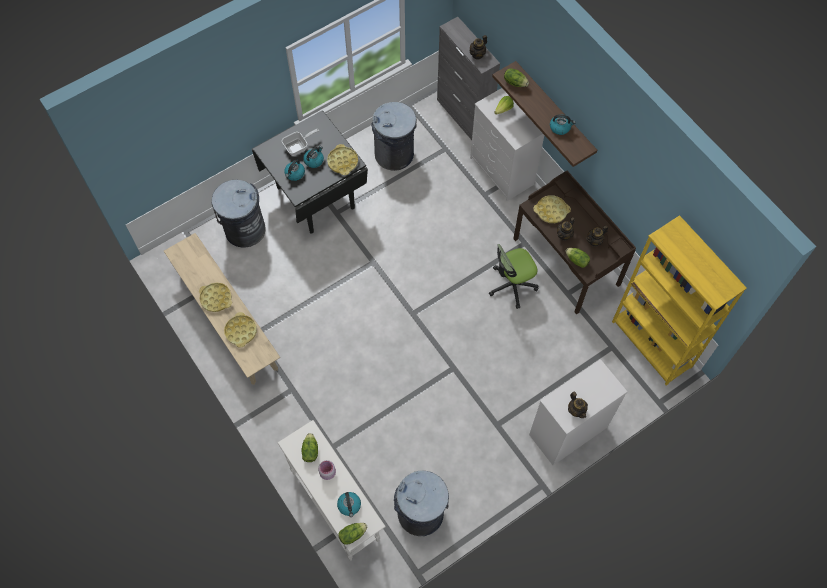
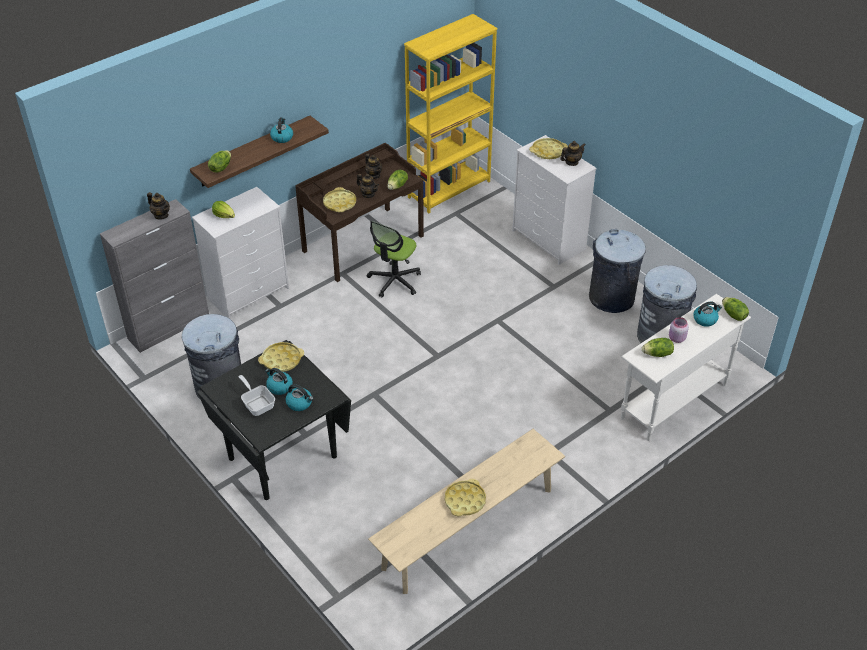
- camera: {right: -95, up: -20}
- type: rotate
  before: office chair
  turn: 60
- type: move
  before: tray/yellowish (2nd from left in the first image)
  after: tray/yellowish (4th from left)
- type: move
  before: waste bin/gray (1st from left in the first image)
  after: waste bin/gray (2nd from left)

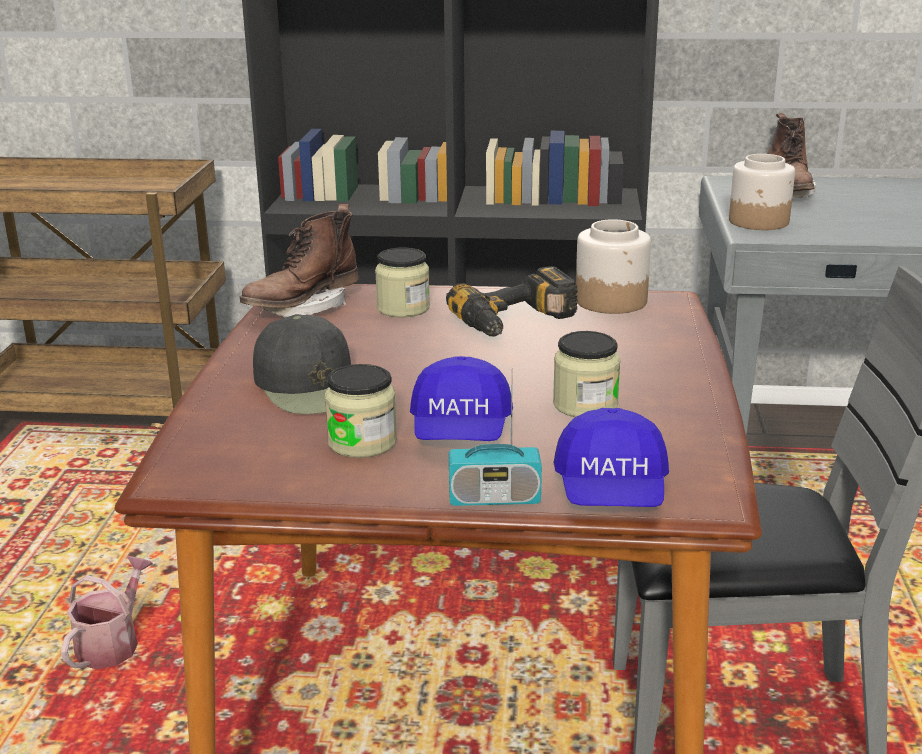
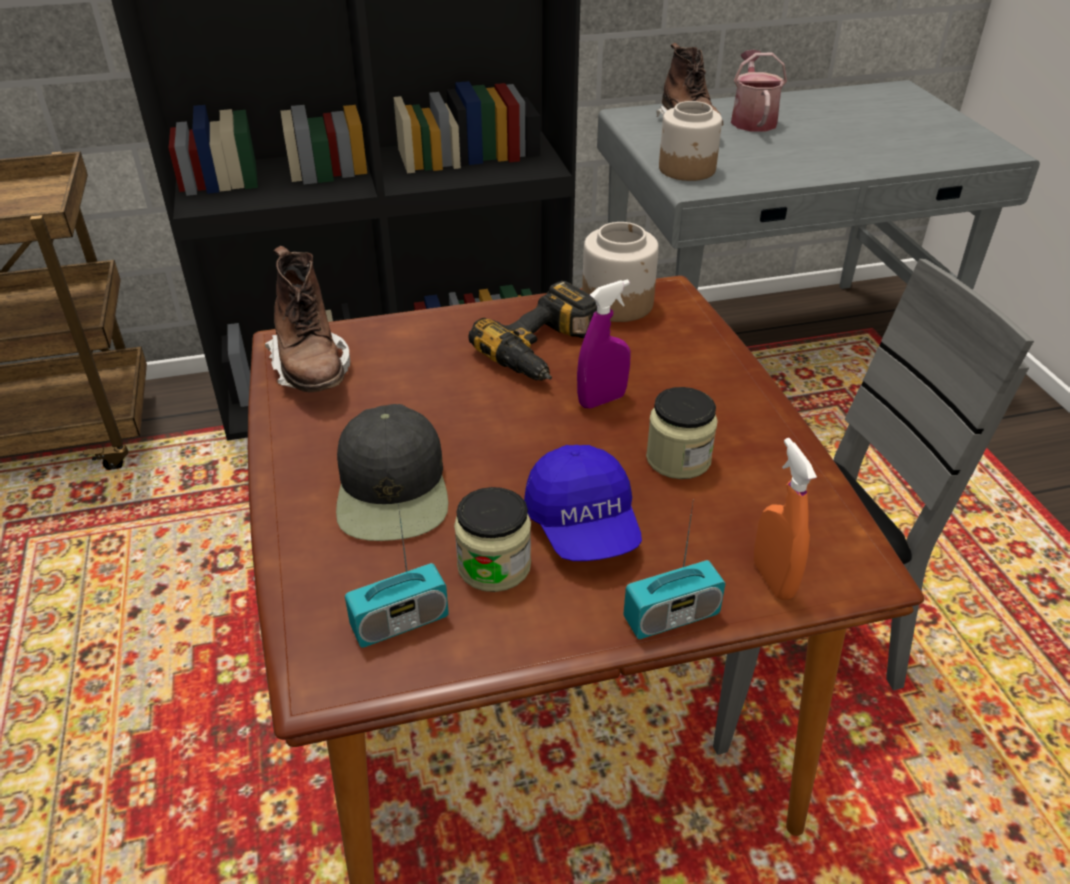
- camera: {right: -20, up: 15}
- type: rotate
  before: boot/brownish (1st from left)
  turn: -45
- type: rotate
  before: cap/black-coloured
  turn: 45
- type: insert
  after: radio set (1st from left)
- type: insert
  after: hand sprayer/purplish
- type: move
  before: sprinkling can
- type: replace
  before: cap/blue-coloured (2nd from left)
  after: hand sprayer/orange-coloured
- type: delete
  before: jar (2nd from left)

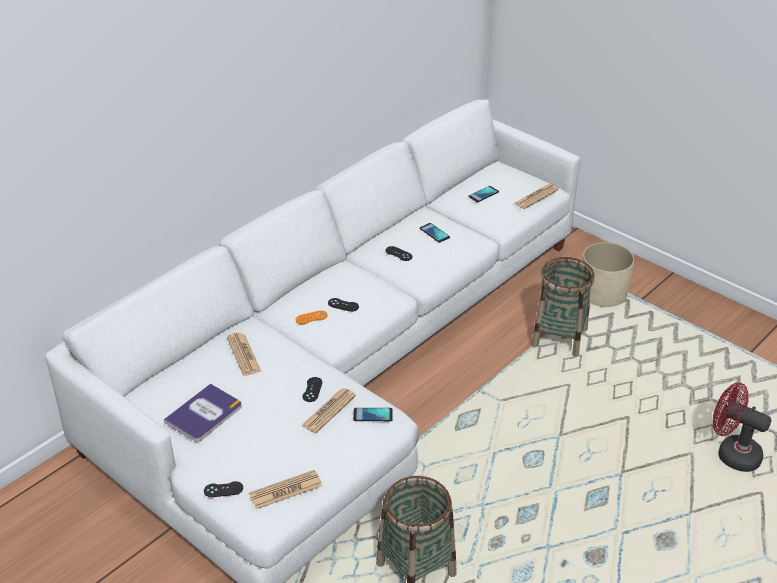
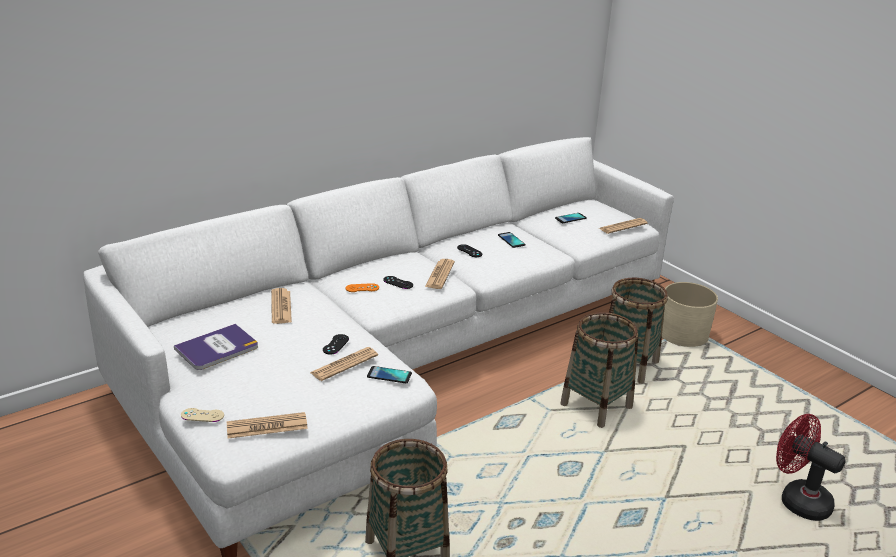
- camera: {right: 10, up: -10}
- type: recolor
  before: gamepad/black-coloured (1st from left)
  after: gamepad/beige-coloured
- type: insert
  after: daily paper (4th from left)
- type: insert
  after: household basket (2nd from left)

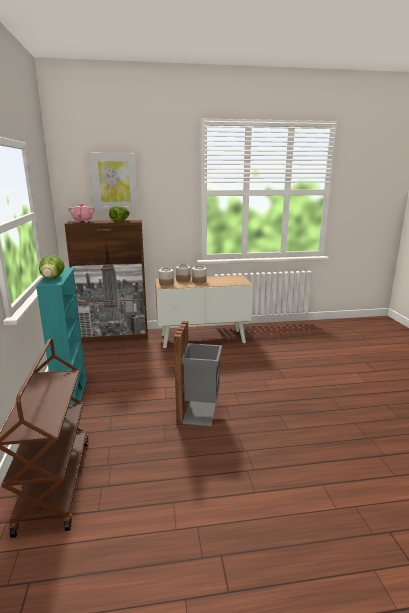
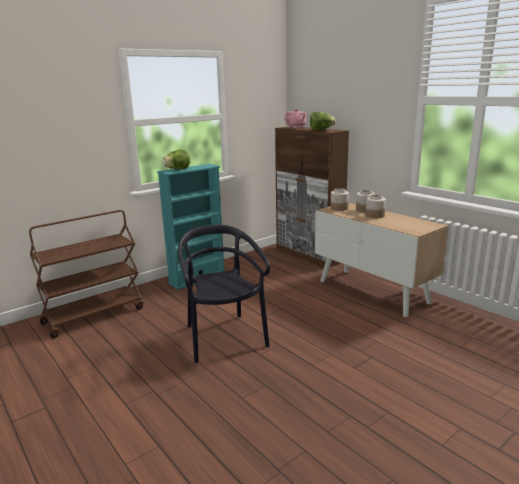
- camera: {right: 60, up: 0}
- type: replace
  before: waste bin/gray
  after: upright chair/black-coloured
- type: delete
  before: wall art

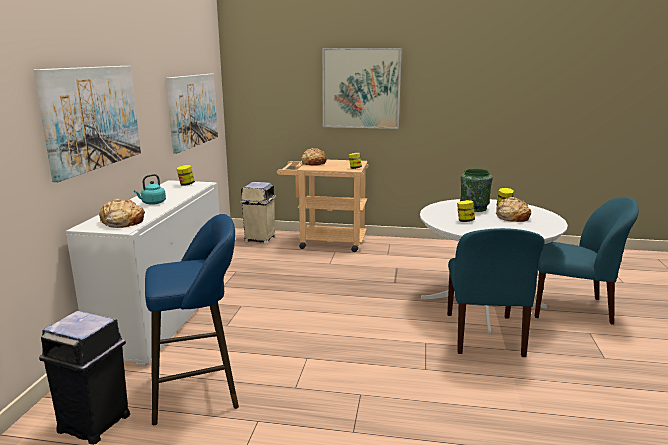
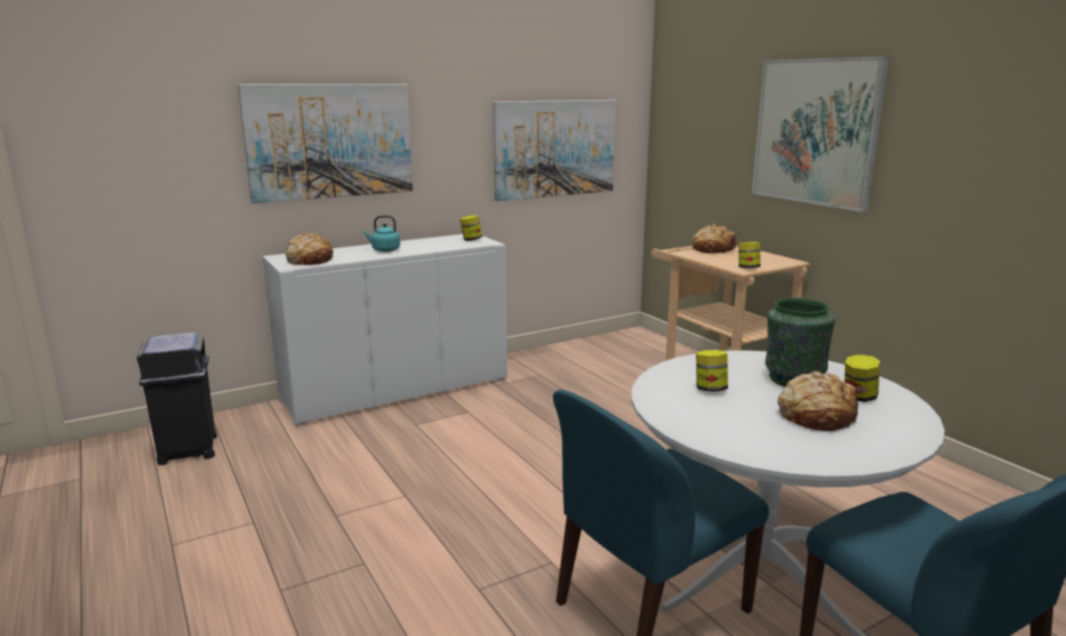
- camera: {right: 50, up: 0}
- type: delete
  before: stool seat/blue-coloured
- type: delete
  before: waste bin/beige-coloured

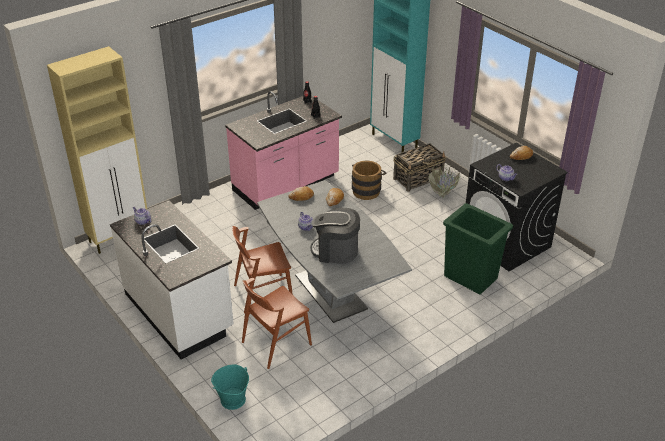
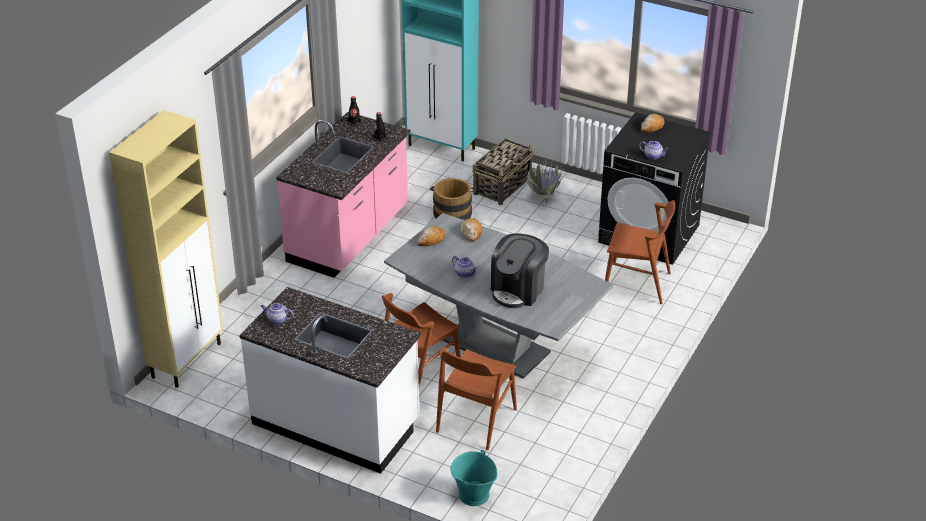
- camera: {right: -25, up: 0}
- type: rotate
  before: coffee brewer
  turn: -45
- type: replace
  before: waste bin/green-coloured
  after: upright chair/brownish (3rd from left)

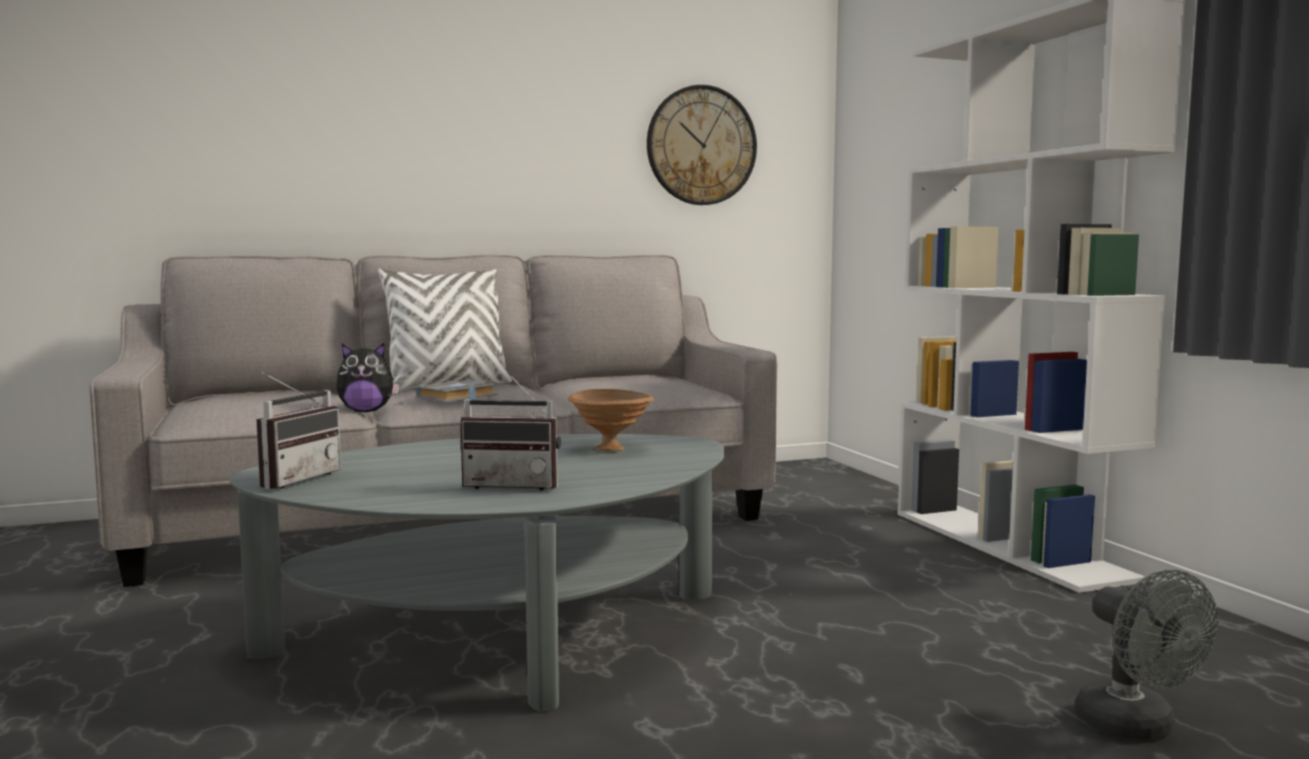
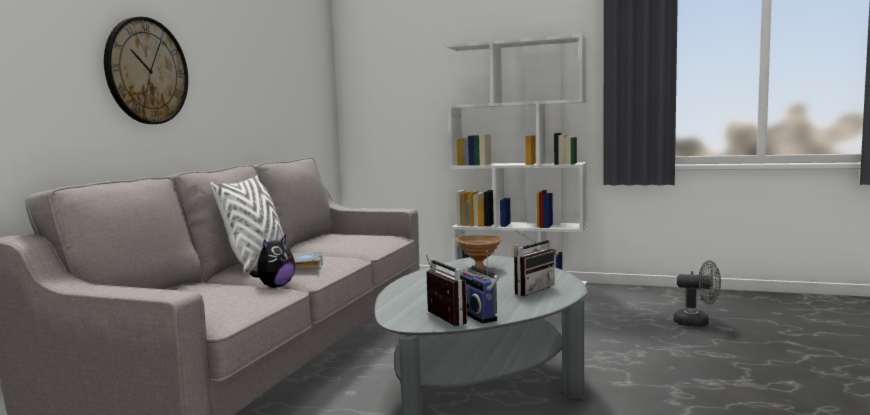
- camera: {right: -50, up: 0}
- type: move
  before: wall clock
- type: insert
  after: radio set (2nd from left)

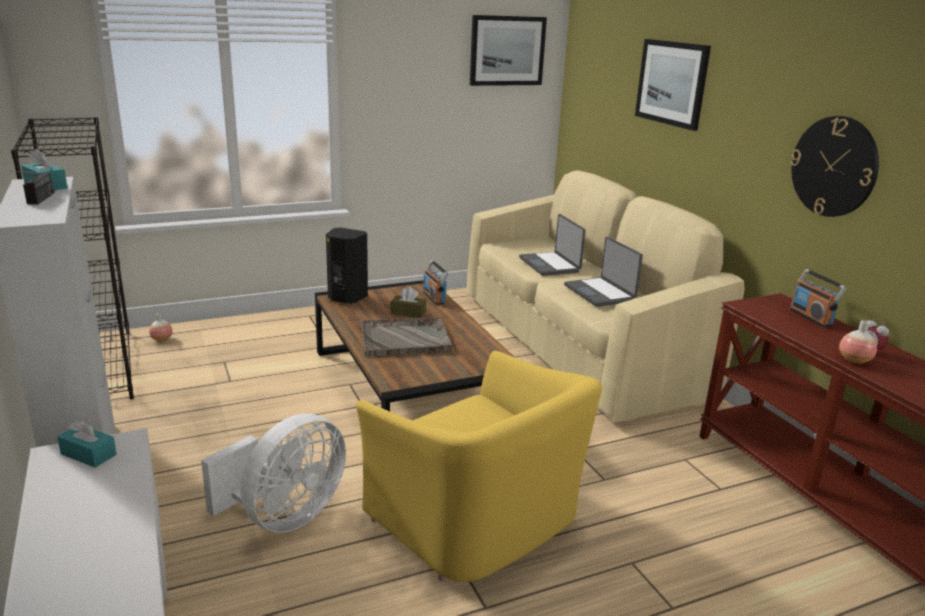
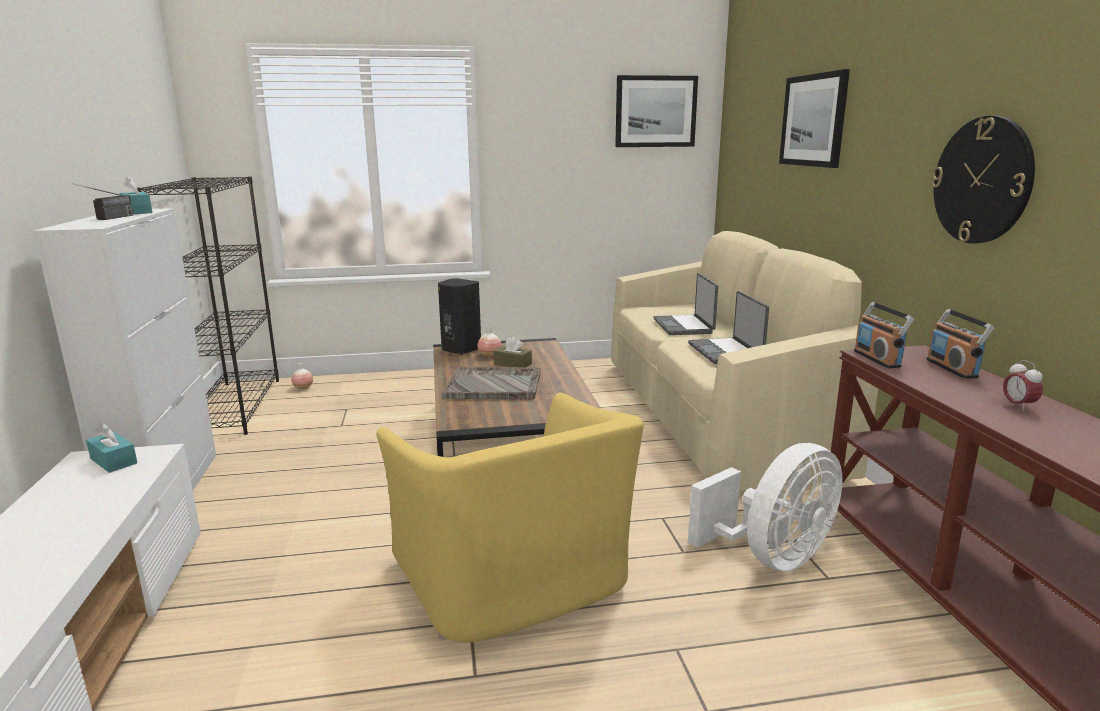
- camera: {right: 15, up: -5}
- type: move
  before: flower vase (2nd from left)
- type: move
  before: cooling fan/white-coloured
- type: move
  before: radio set (2nd from left)

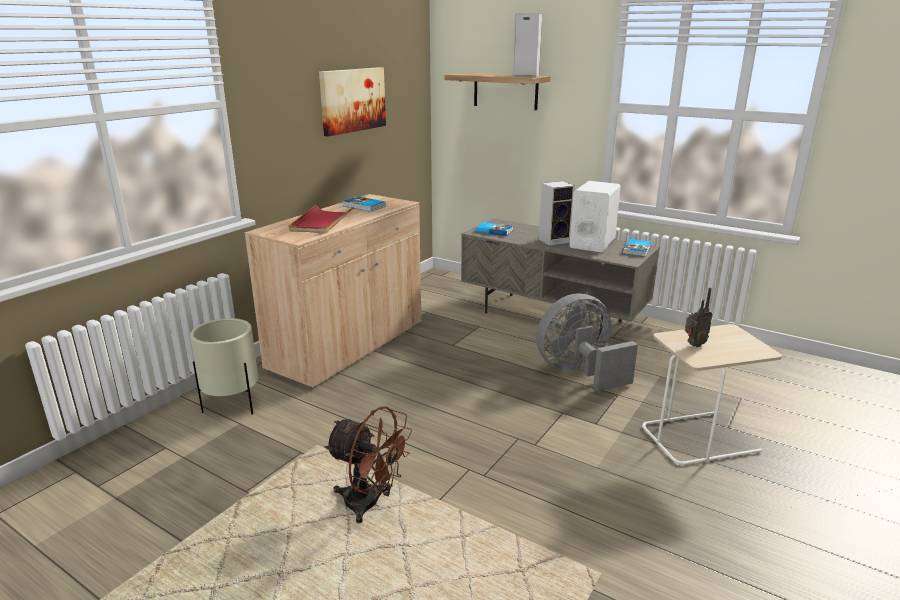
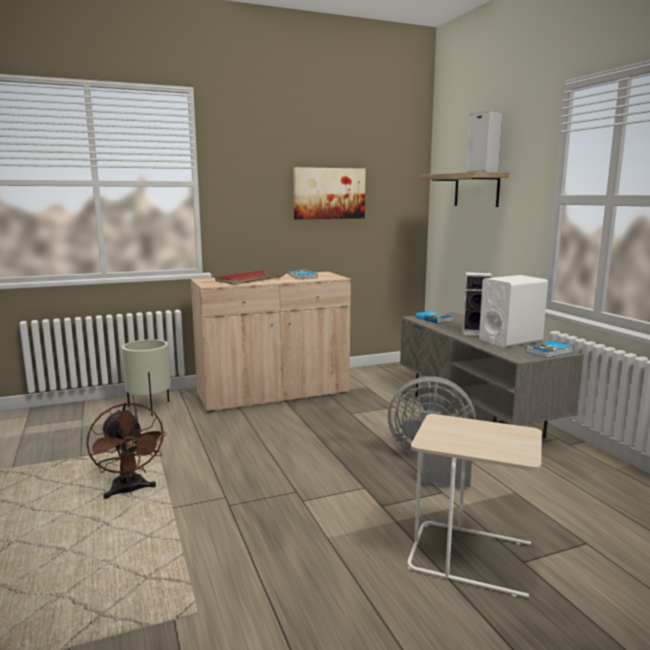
- camera: {right: 35, up: -10}
- type: delete
  before: radio set

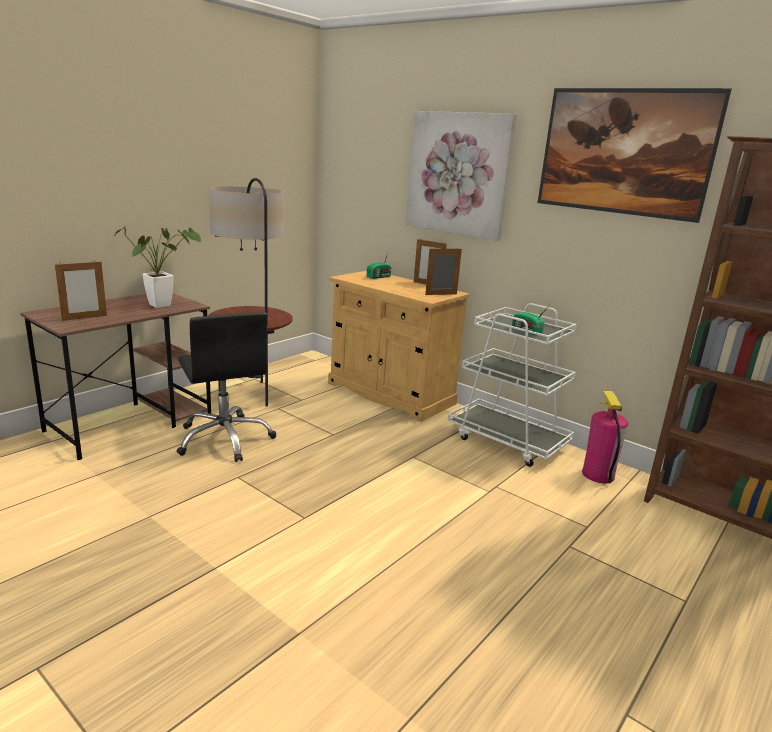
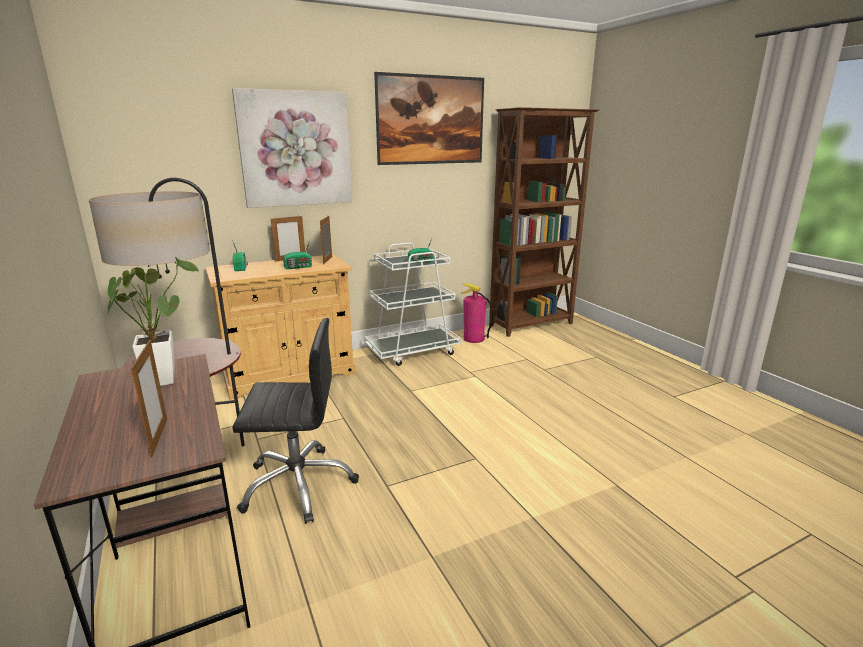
- camera: {right: -65, up: 0}
- type: insert
  after: radio set (2nd from left)

